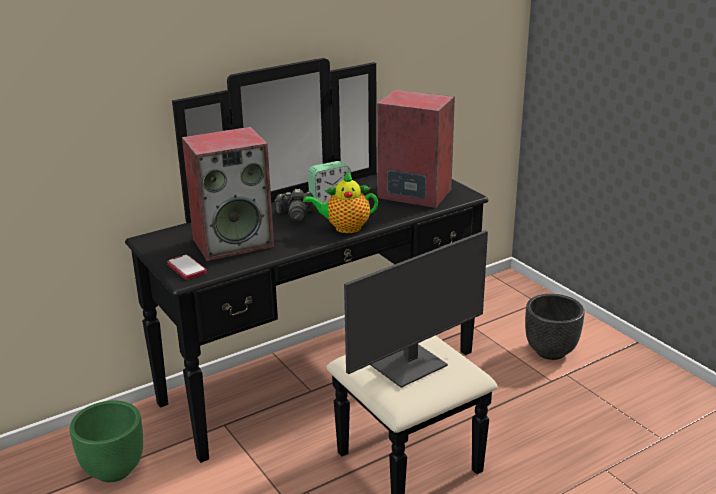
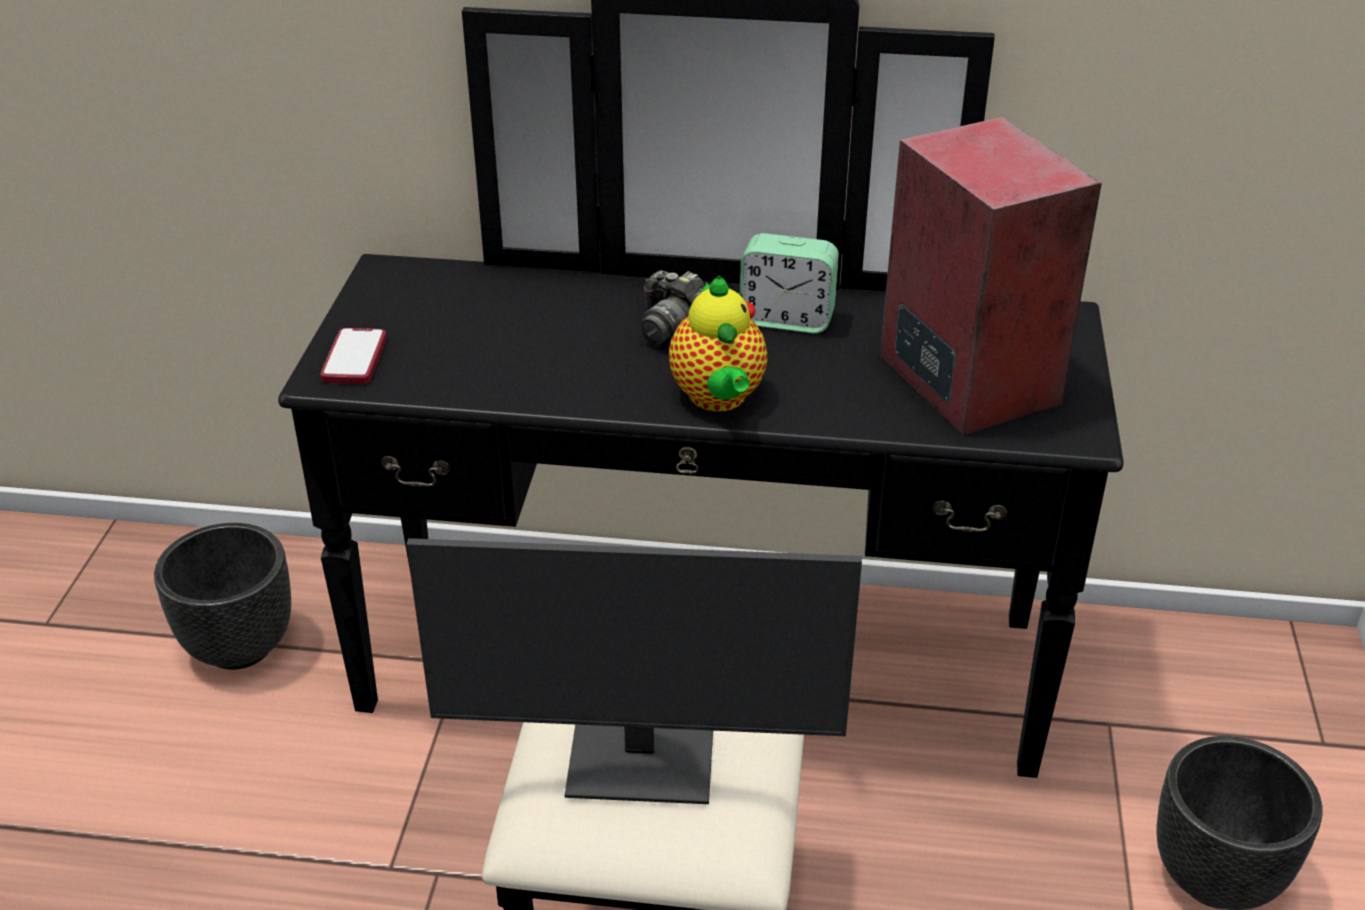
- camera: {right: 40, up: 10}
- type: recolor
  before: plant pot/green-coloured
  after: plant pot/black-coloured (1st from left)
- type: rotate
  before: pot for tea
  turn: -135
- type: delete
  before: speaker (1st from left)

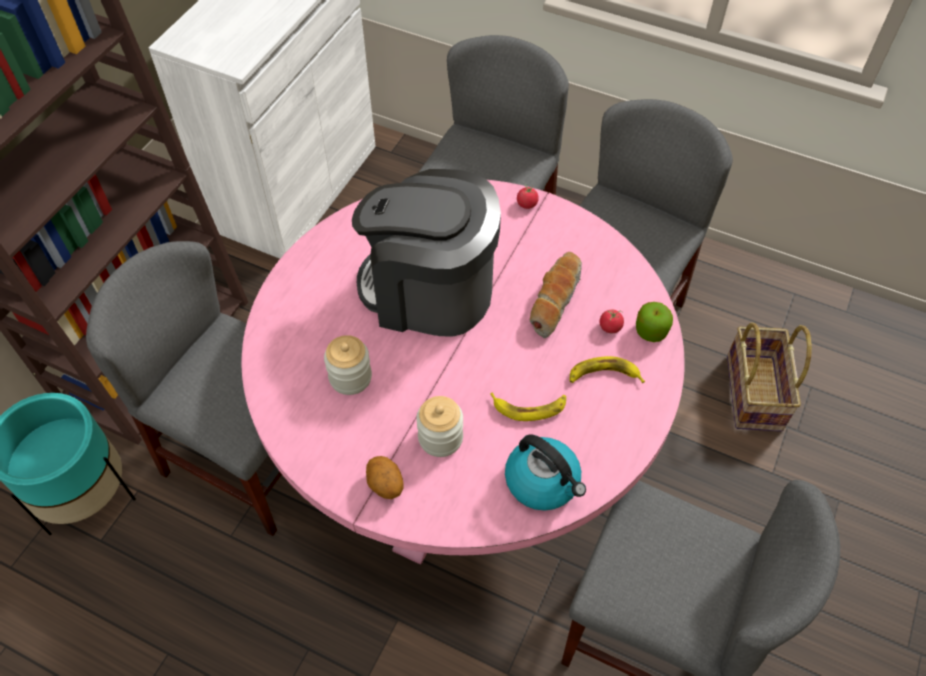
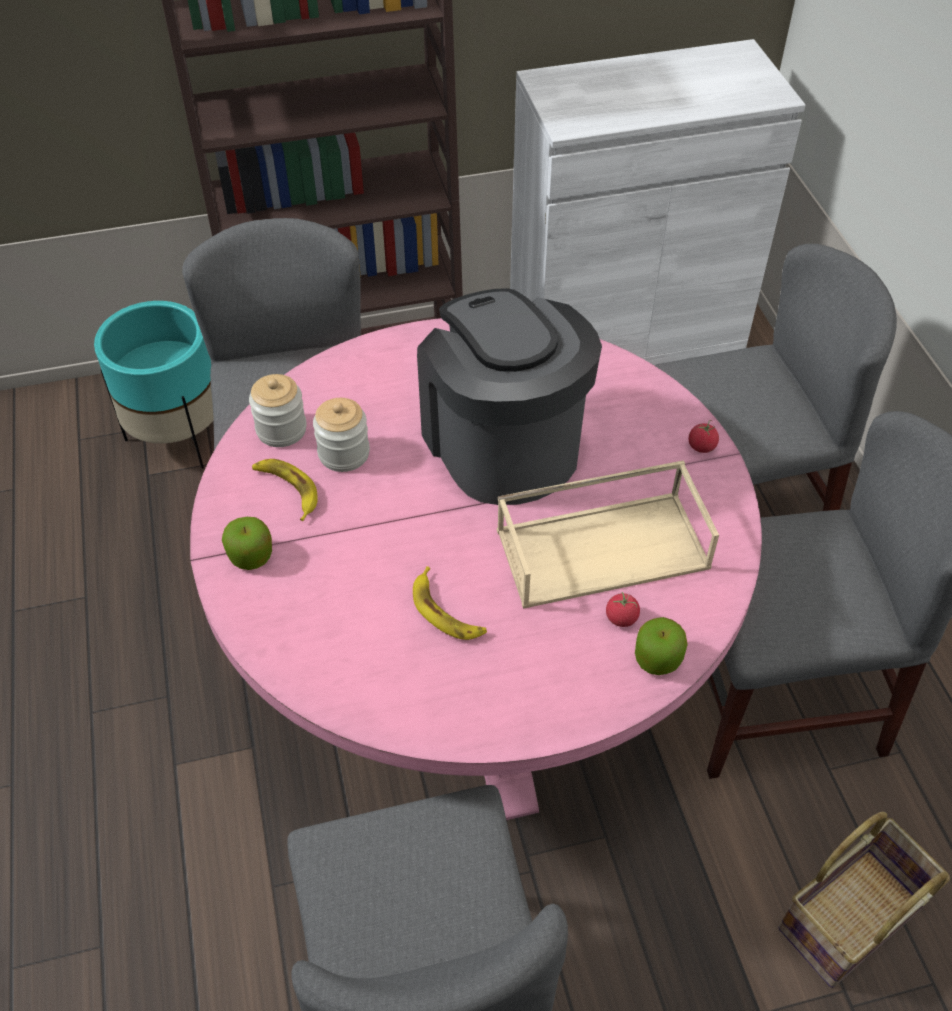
- camera: {right: 50, up: -5}
- type: replace
  before: potato
  after: apple fruit (1st from left)
- type: move
  before: jar (2nd from left in the first image)
  after: jar (1st from left)
- type: move
  before: banana fruit (2nd from left in the first image)
  after: banana fruit (1st from left)
- type: replace
  before: baked bread
  after: tray/beige-coloured
- type: delete
  before: tea kettle

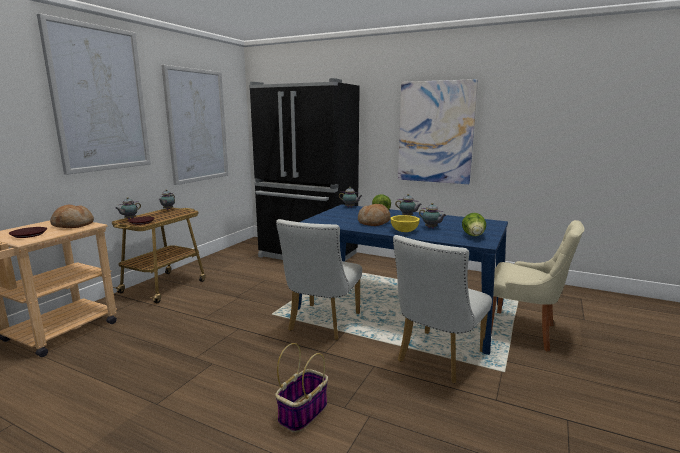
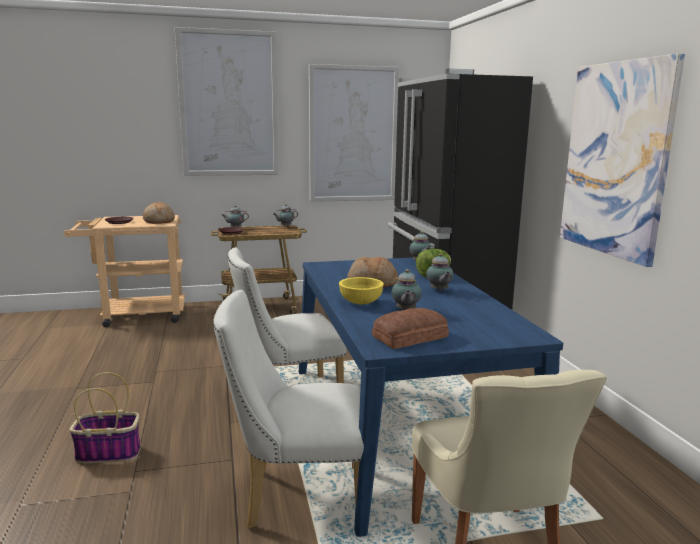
- camera: {right: 50, up: 0}
- type: replace
  before: lettuce head (2nd from left)
  after: baked bread (3rd from left)

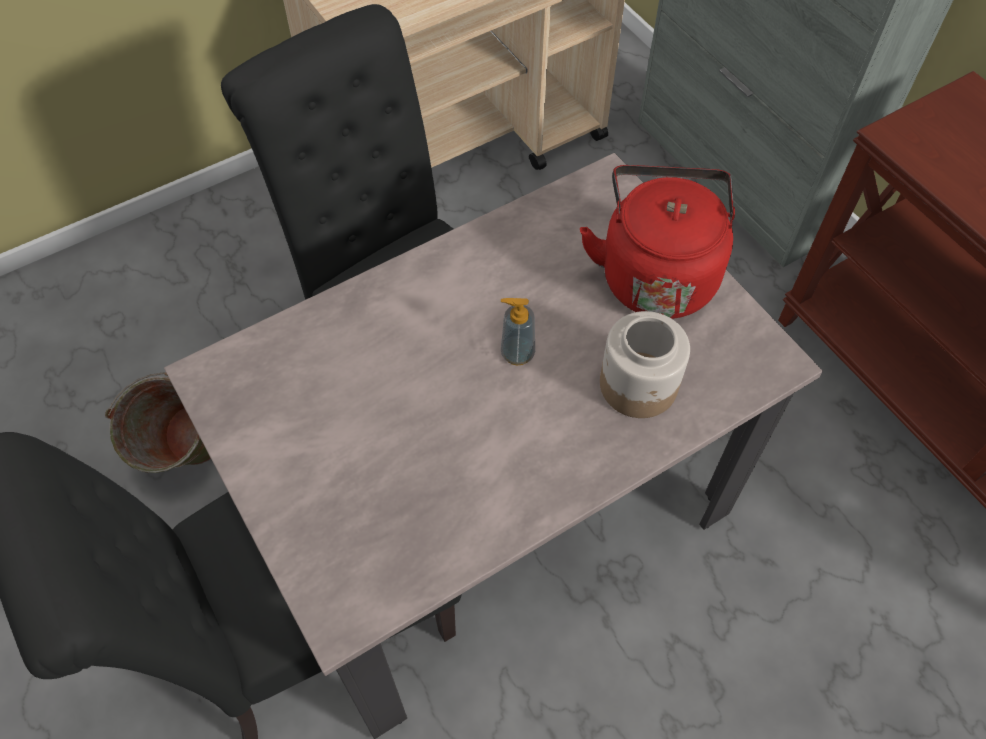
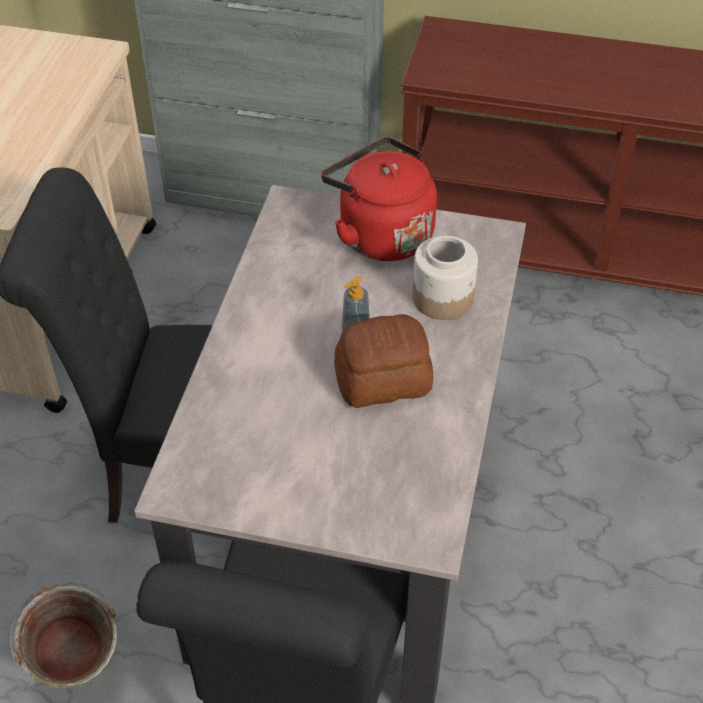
- camera: {right: -45, up: -10}
- type: insert
  after: baked bread

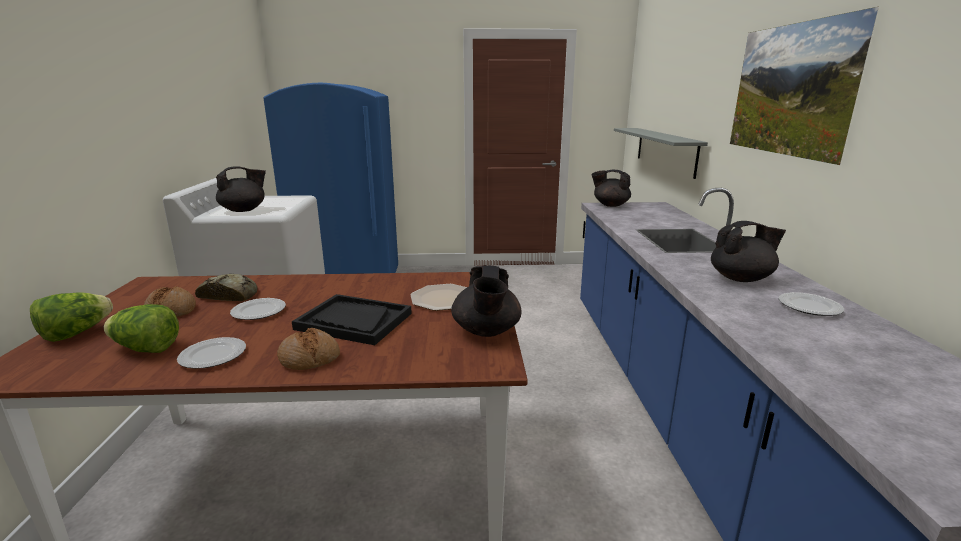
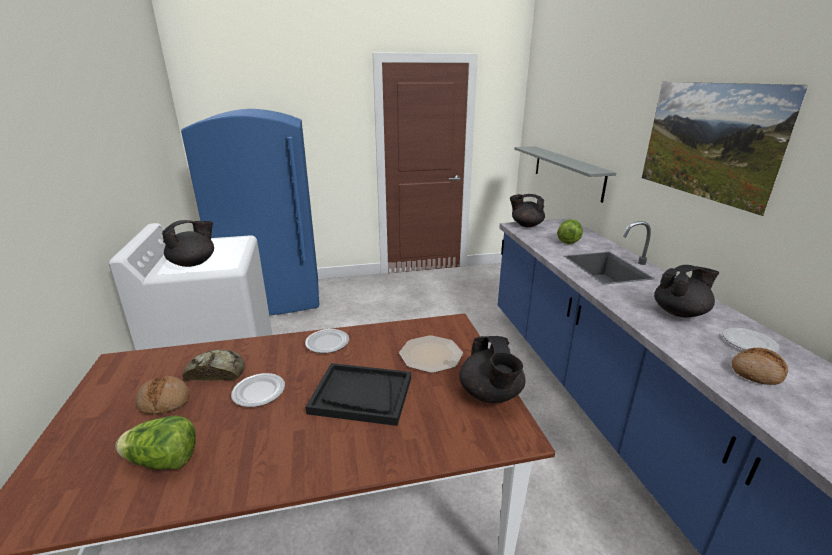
- camera: {right: -10, up: 5}
- type: move
  before: plate (1st from left in the first image)
  after: plate (2nd from left)
- type: move
  before: lettuce head (1st from left in the first image)
  after: lettuce head (2nd from left)
- type: move
  before: baked bread (3rd from left)

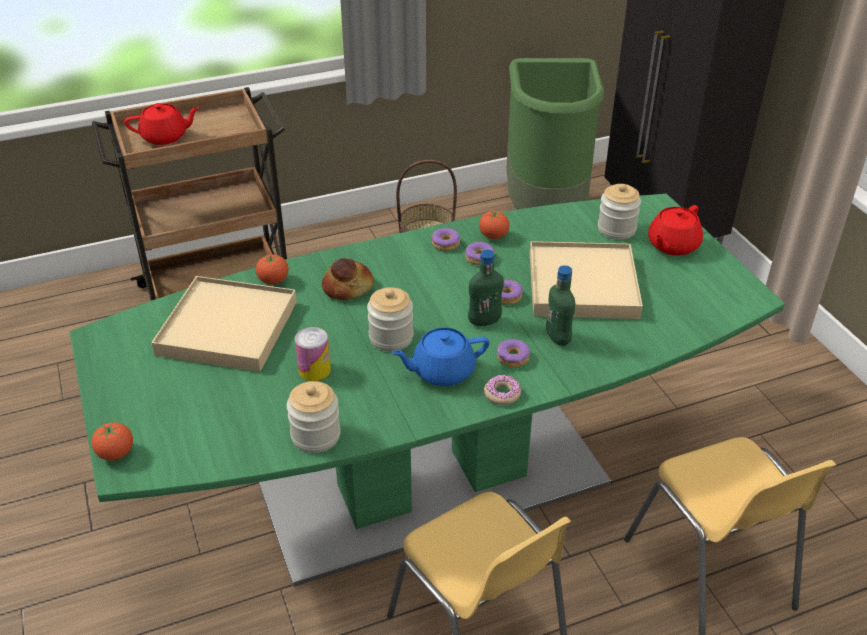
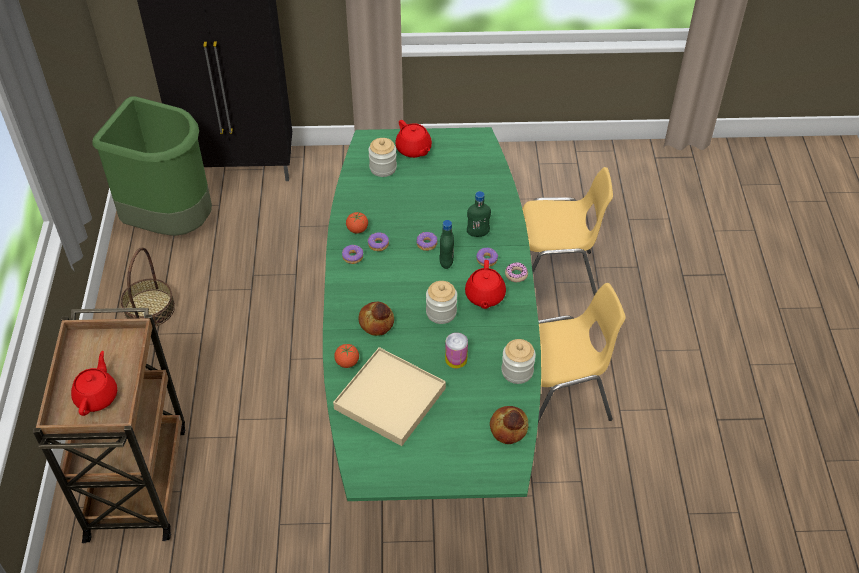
- camera: {right: -70, up: 10}
- type: recolor
  before: pot for tea/blue-coloured
  after: pot for tea/reddish (3rd from left)
- type: insert
  after: baked bread (2nd from left)
- type: delete
  before: fresh tomato (1st from left)
- type: delete
  before: tray/beige-coloured (2nd from left)

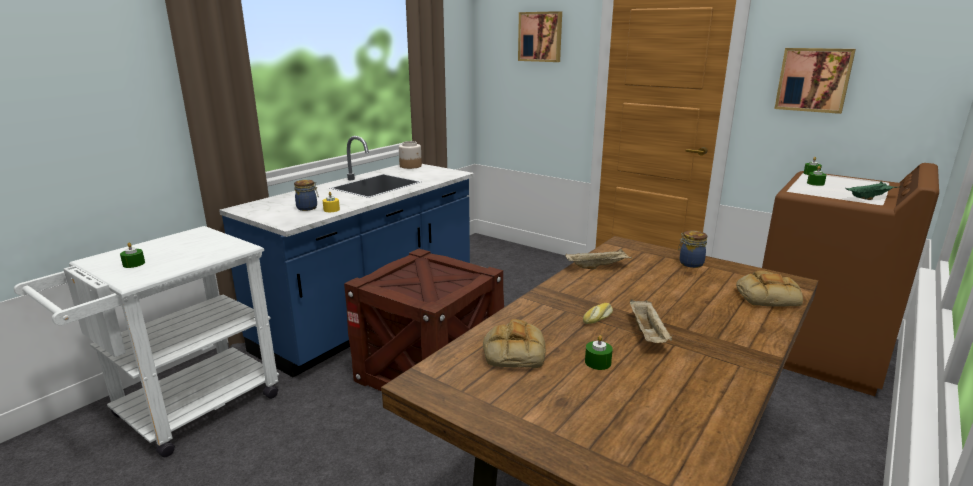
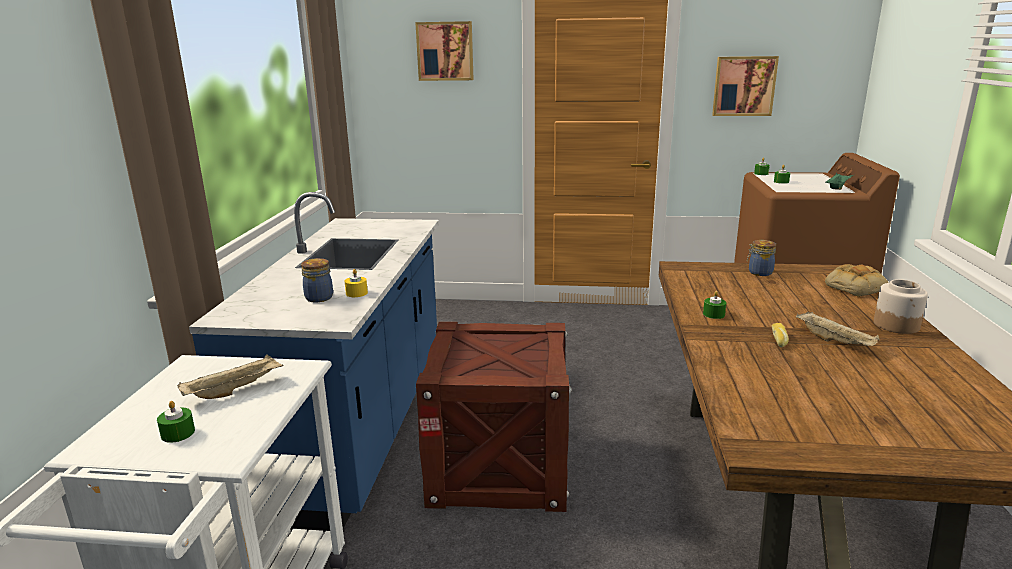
- camera: {right: -30, up: 0}
- type: move
  before: tray/beige-coloured (1st from left)
- type: move
  before: candle/green-coloured (2nd from left)
- type: move
  before: jar (2nd from left in the first image)
  after: jar (3rd from left)
- type: delete
  before: baked bread (1st from left)

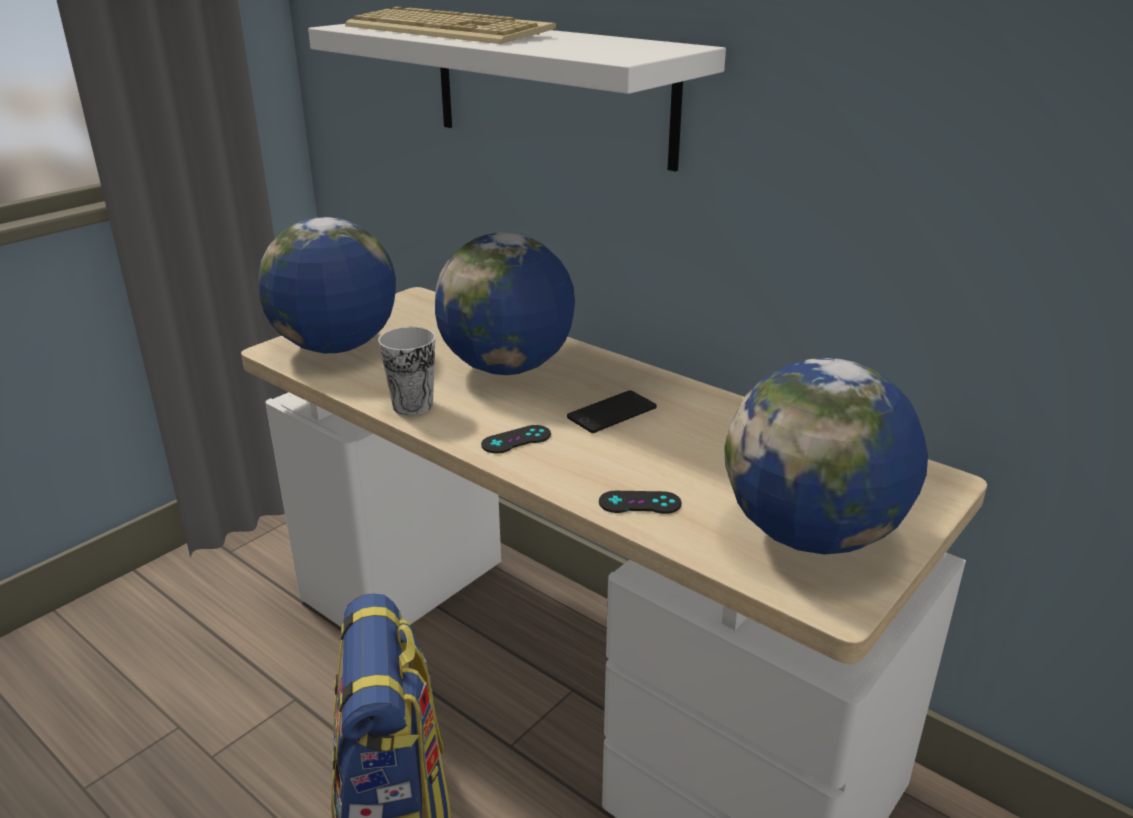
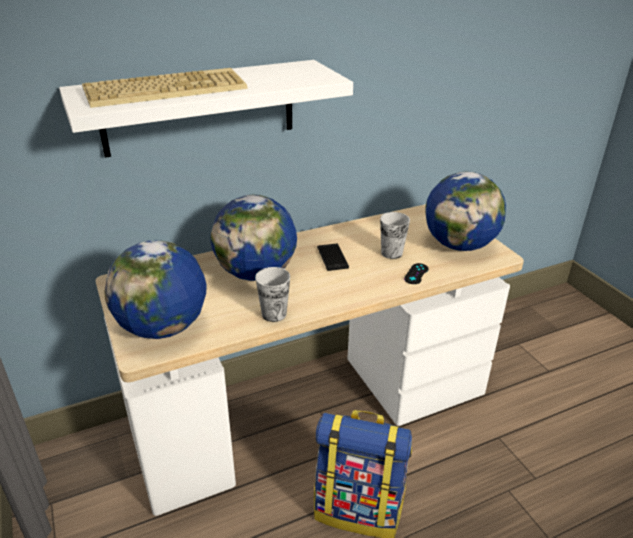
- camera: {right: -65, up: 5}
- type: insert
  after: cup (2nd from left)
- type: delete
  before: gamepad/black-coloured (1st from left)

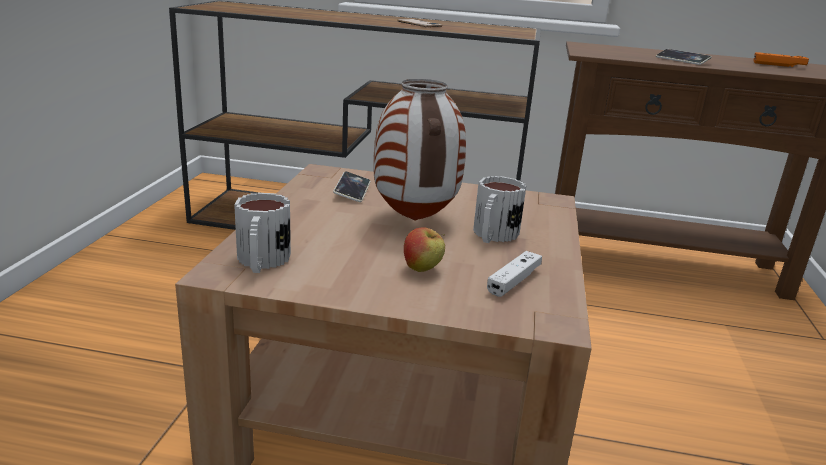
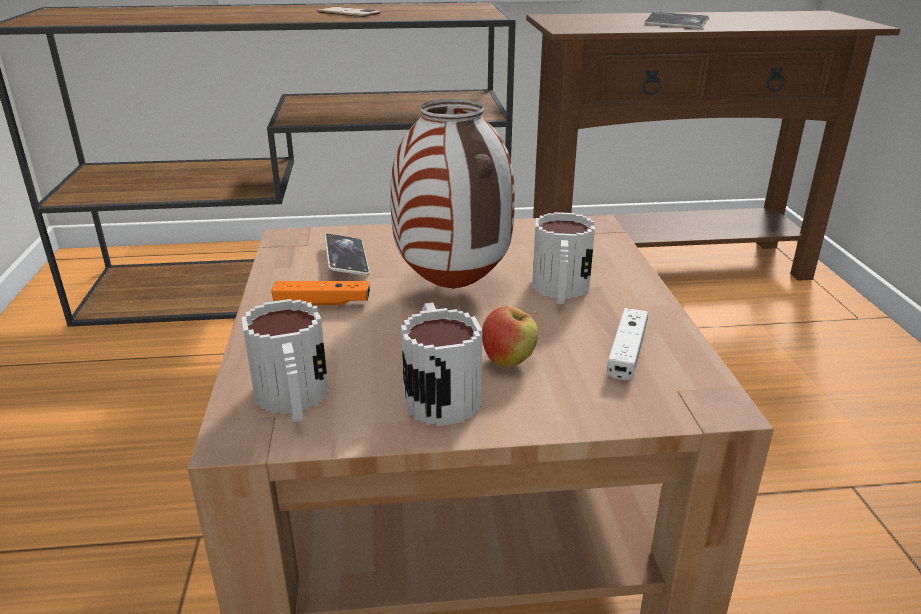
- camera: {right: -15, up: 5}
- type: move
  before: gamepad/orange-coloured
- type: insert
  after: mug (2nd from left)

